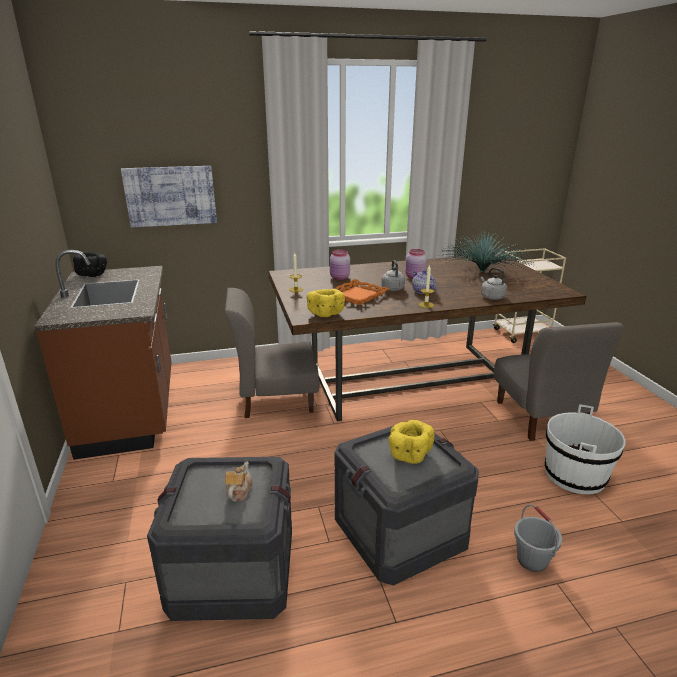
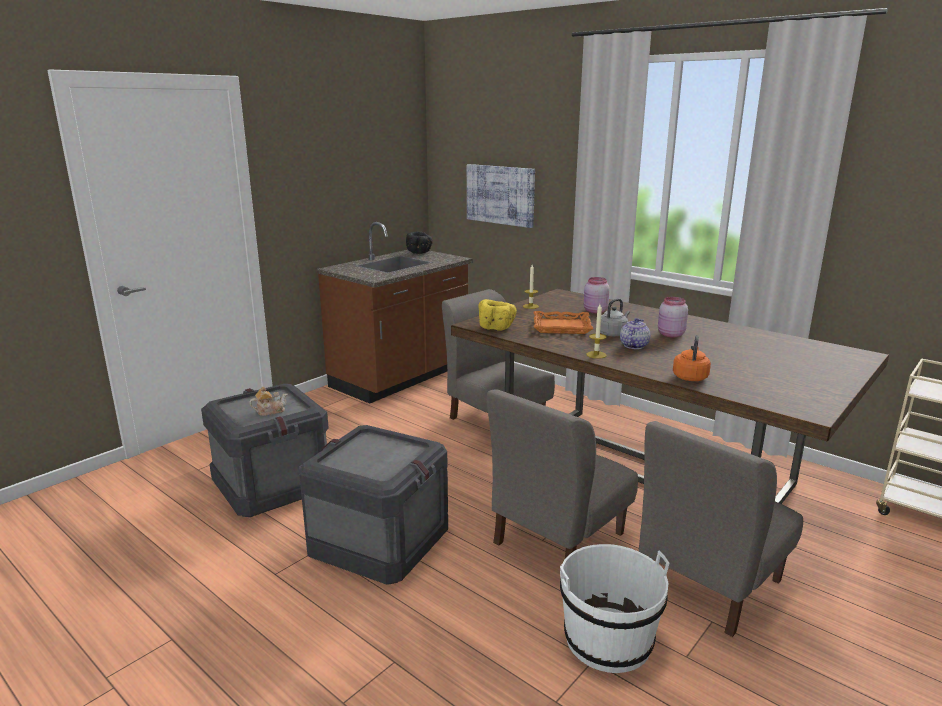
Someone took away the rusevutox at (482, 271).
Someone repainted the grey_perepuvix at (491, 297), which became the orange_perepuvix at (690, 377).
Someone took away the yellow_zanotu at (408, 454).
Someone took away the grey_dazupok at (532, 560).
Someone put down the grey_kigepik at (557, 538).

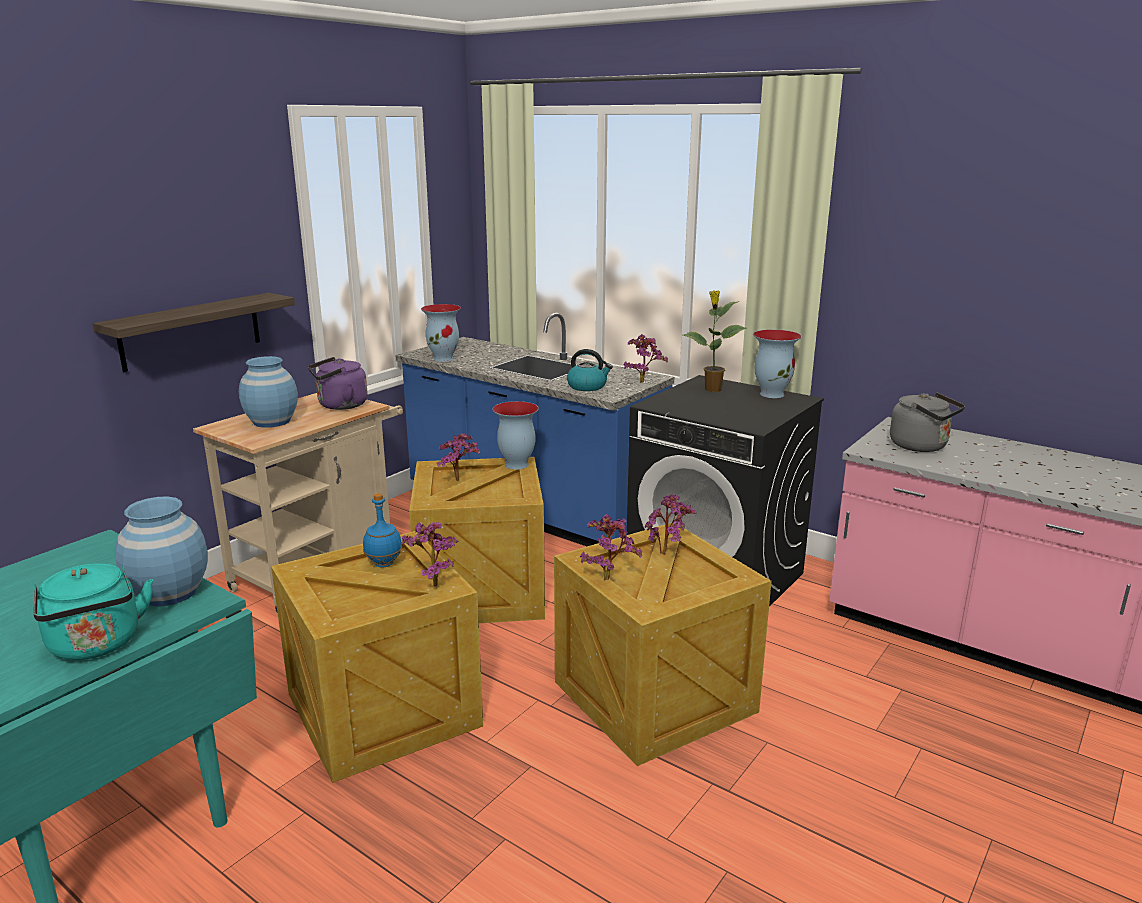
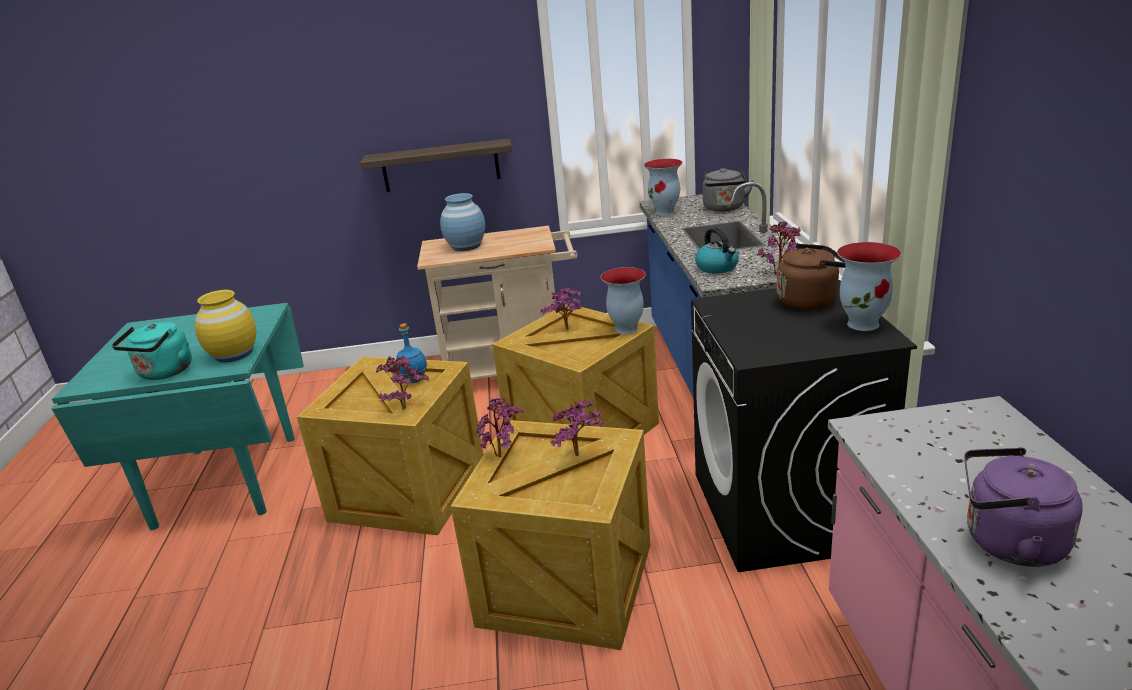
Someone swapped the rusevutox at (712, 389) for the brown_perepuvix at (810, 301).
Someone carried the purple_perepuvix from (339, 405) to (1008, 542).
Someone carried the grey_perepuvix from (922, 446) to (724, 208).
Someone repainted the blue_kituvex at (169, 592), which became the yellow_kituvex at (234, 354).

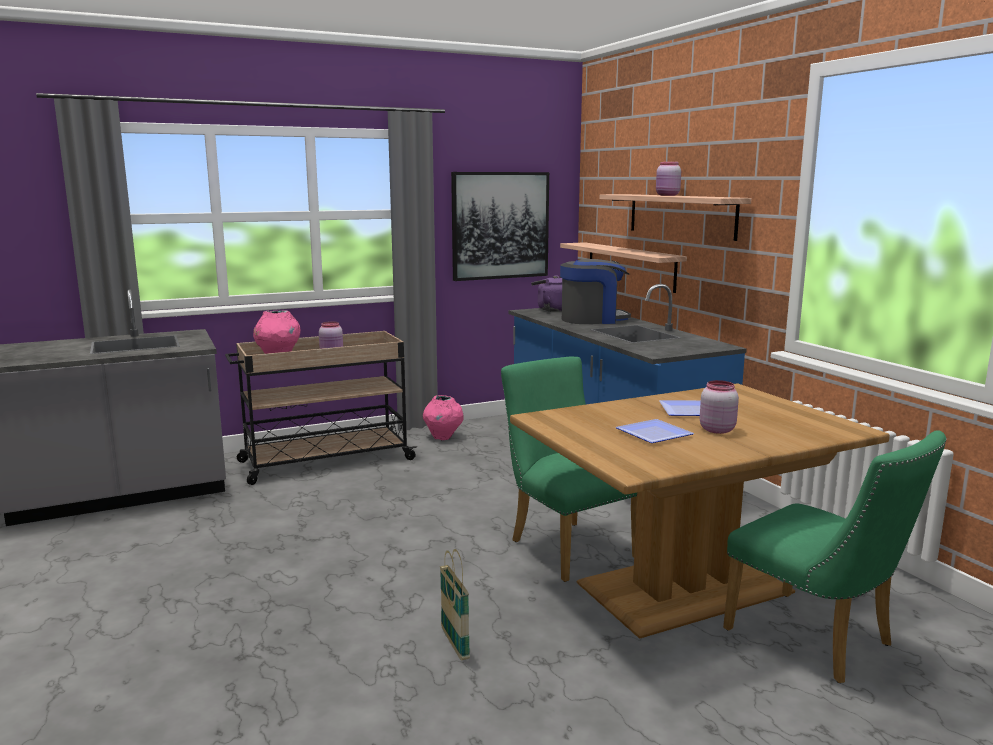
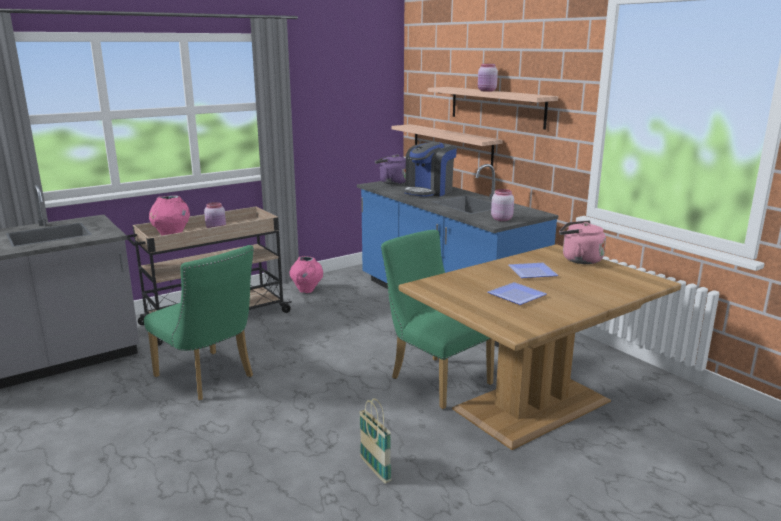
Someone took away the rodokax at (500, 225).
Someone rotated the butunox at (592, 319) by 150 degrees clockwise.
Someone carried the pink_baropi from (716, 429) to (501, 219).
Someone carried the green_kigepik from (818, 642) to (209, 379).
Someone put down the pink_perepuvix at (579, 259).

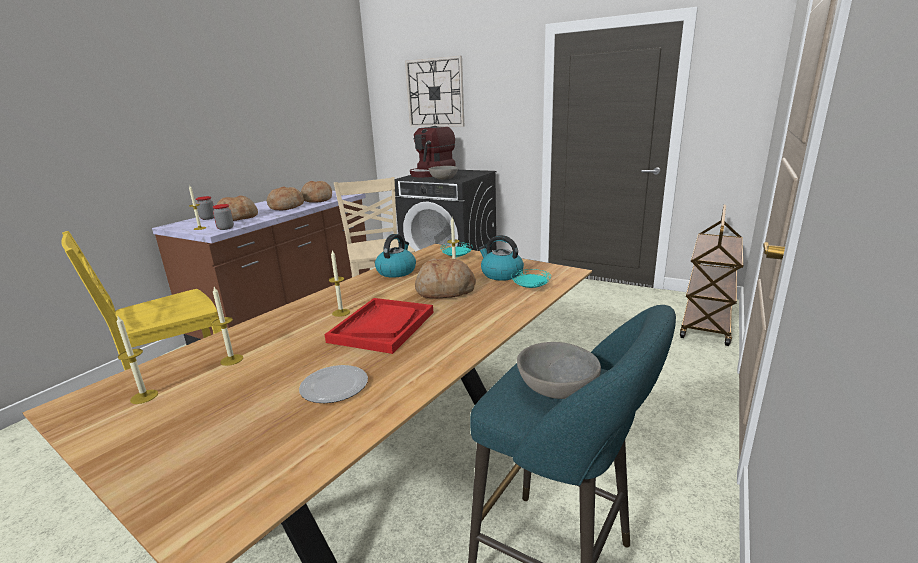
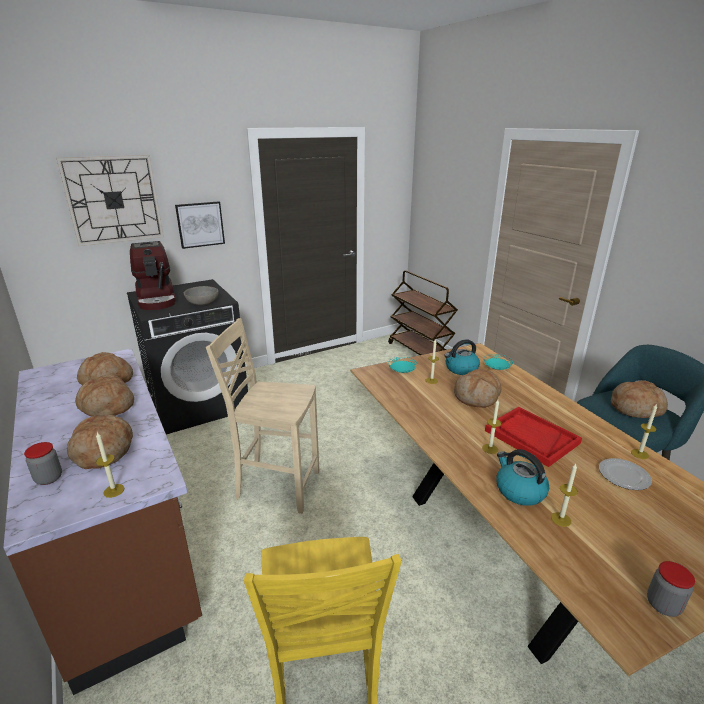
Someone carried the baropi from (225, 228) to (663, 605).
Someone carried the perepuvix from (396, 271) to (519, 491).
Someone carried the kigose from (144, 396) to (639, 454).
Someone swapped the grey_zanotu at (558, 388) for the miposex at (636, 408).
Someone put up the rodokax at (200, 224).

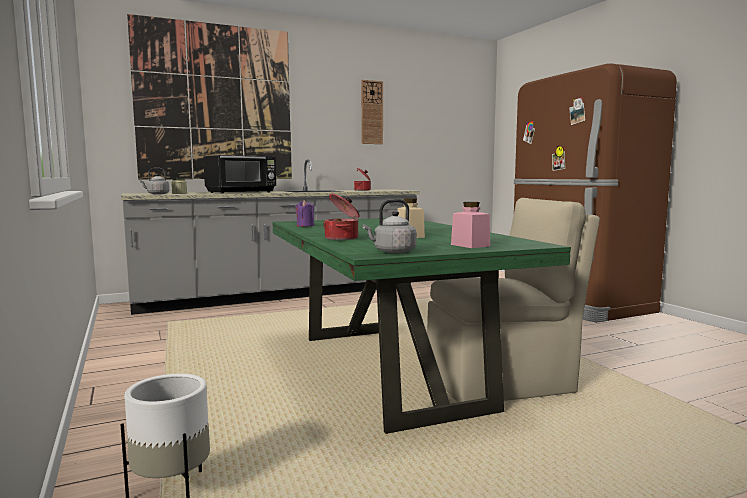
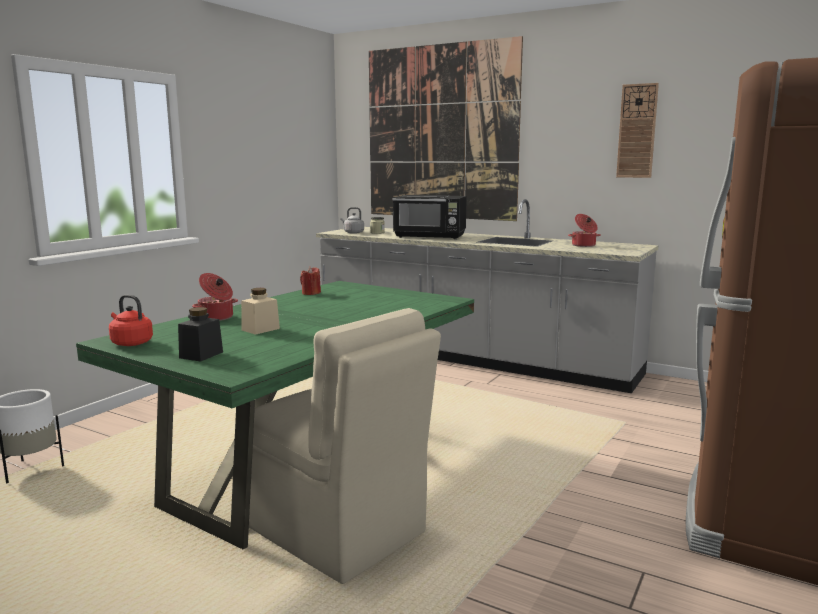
Someone repainted the grey_perepuvix at (392, 252), which became the red_perepuvix at (130, 343).
Someone repainted the purple_kigose at (305, 226), which became the red_kigose at (311, 293).
Someone repainted the pink_baropi at (470, 245), which became the black_baropi at (201, 355).

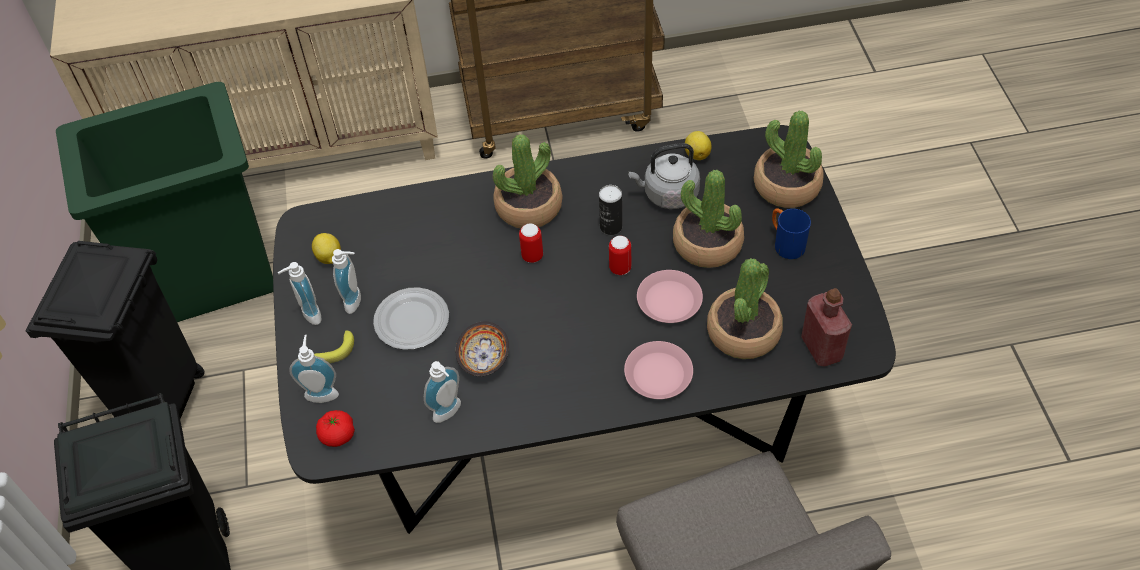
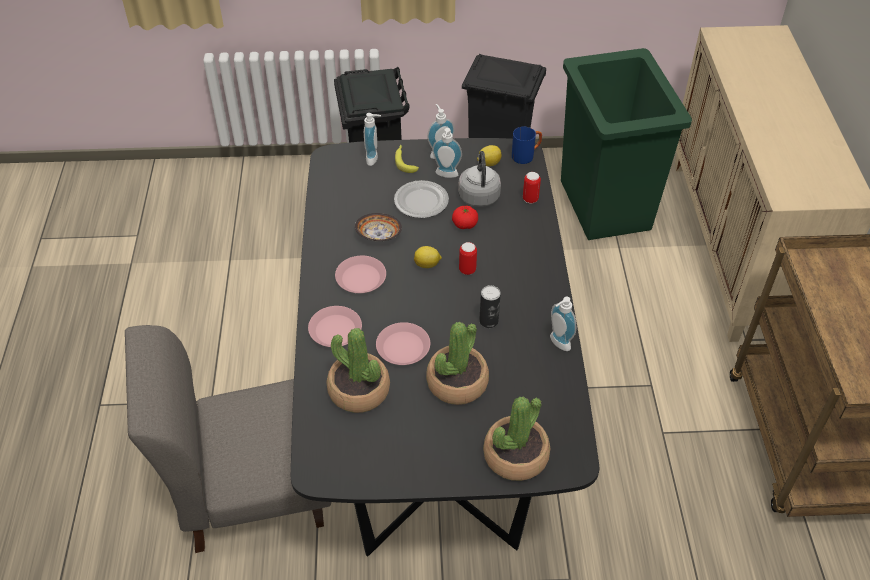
Someone carried the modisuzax from (697, 154) to (427, 265).
Someone took away the rusevutox at (528, 206).
Someone carried the grey_perepuvix from (668, 194) to (479, 195).
Someone carried the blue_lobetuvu from (785, 244) to (526, 156).
Someone carried the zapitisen from (620, 268) to (530, 199).
Someone took away the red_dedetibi at (821, 348).
Someone carried the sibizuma from (449, 413) to (557, 344).
Someone carried the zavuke from (338, 435) to (464, 224).
Someone put down the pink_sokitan at (361, 278).

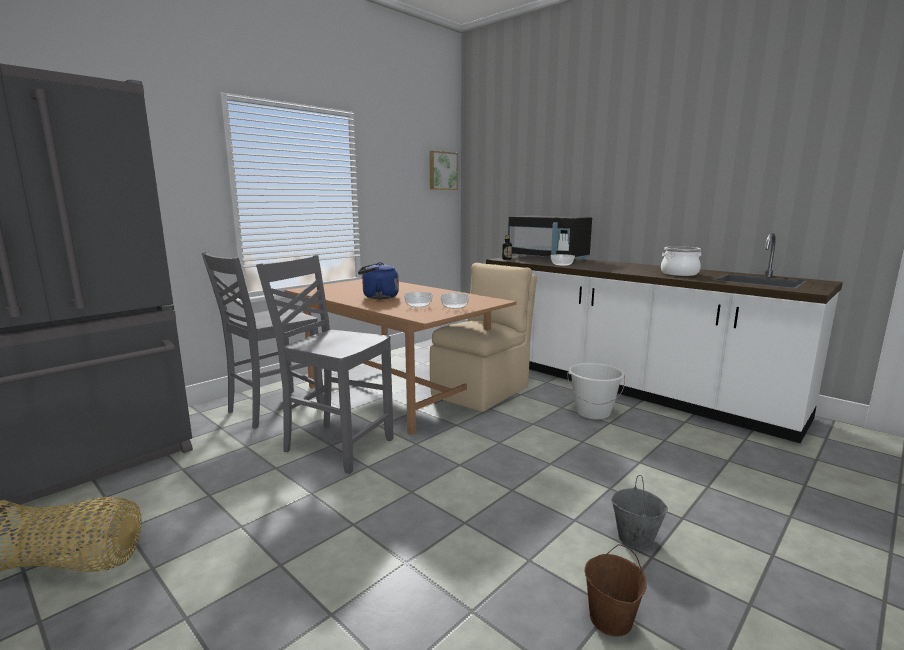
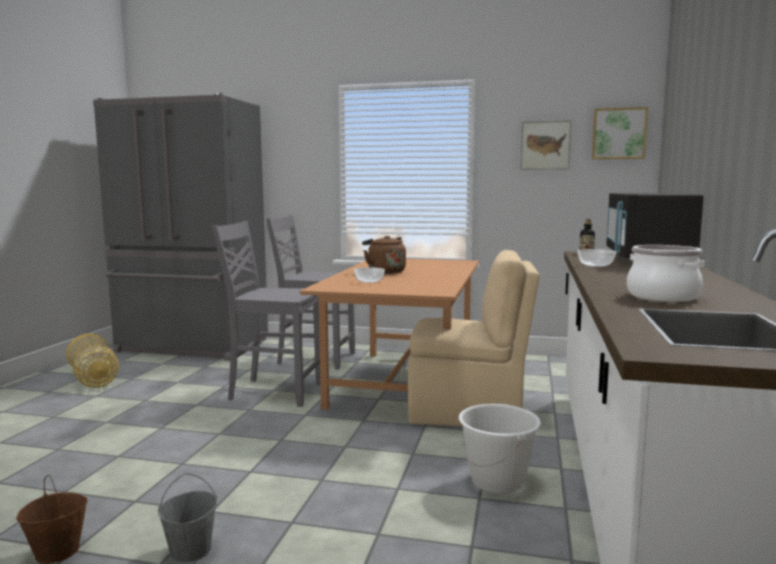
Someone rotated the grey_kigepik at (336, 445) by 75 degrees counterclockwise.
Someone repainted the blue_perepuvix at (378, 297), which became the brown_perepuvix at (385, 271).
Someone took away the zanotu at (454, 307).
Someone put up the rodokax at (545, 145).

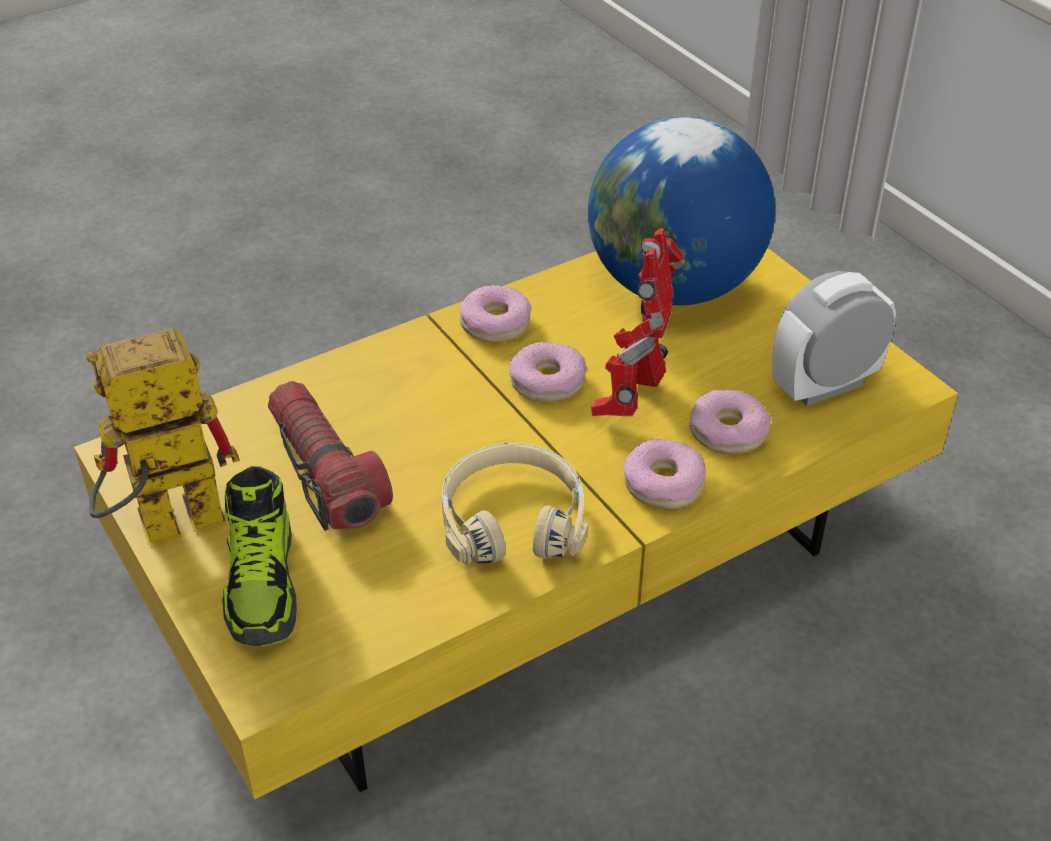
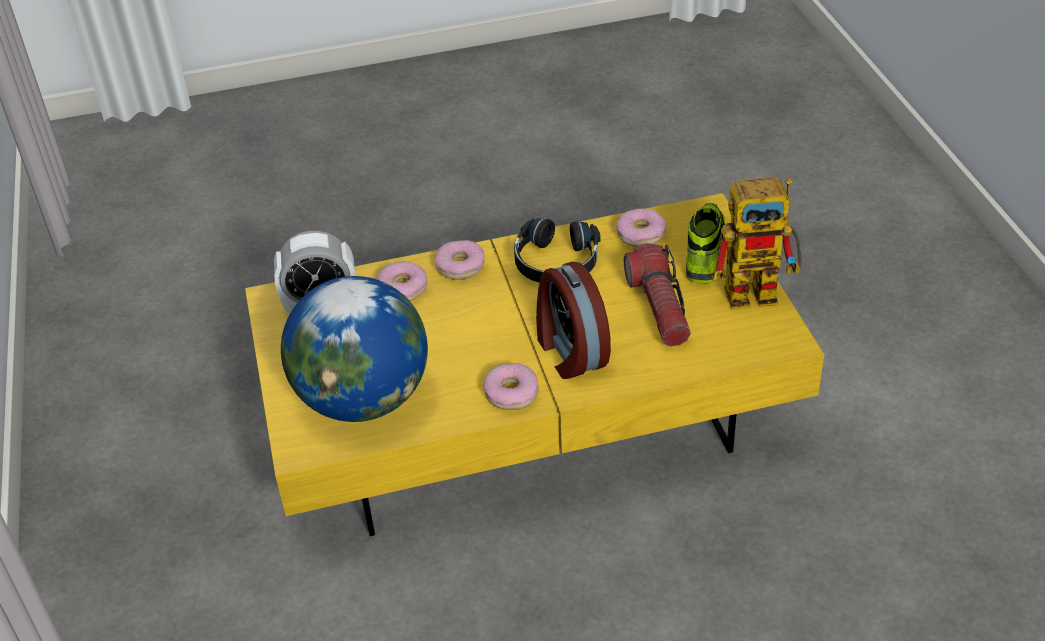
Someone took away the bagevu at (633, 400).
Someone carried the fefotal from (547, 381) to (641, 234).
Someone repainted the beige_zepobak at (512, 518), which became the black_zepobak at (556, 263).
Someone put down the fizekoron at (570, 352).

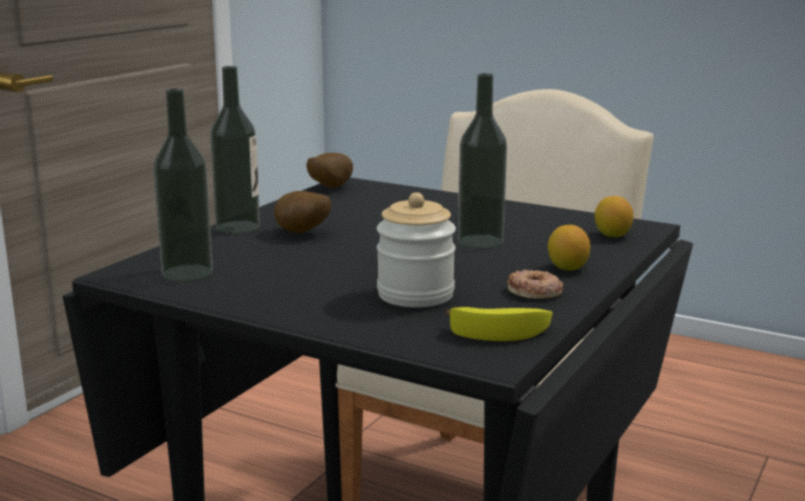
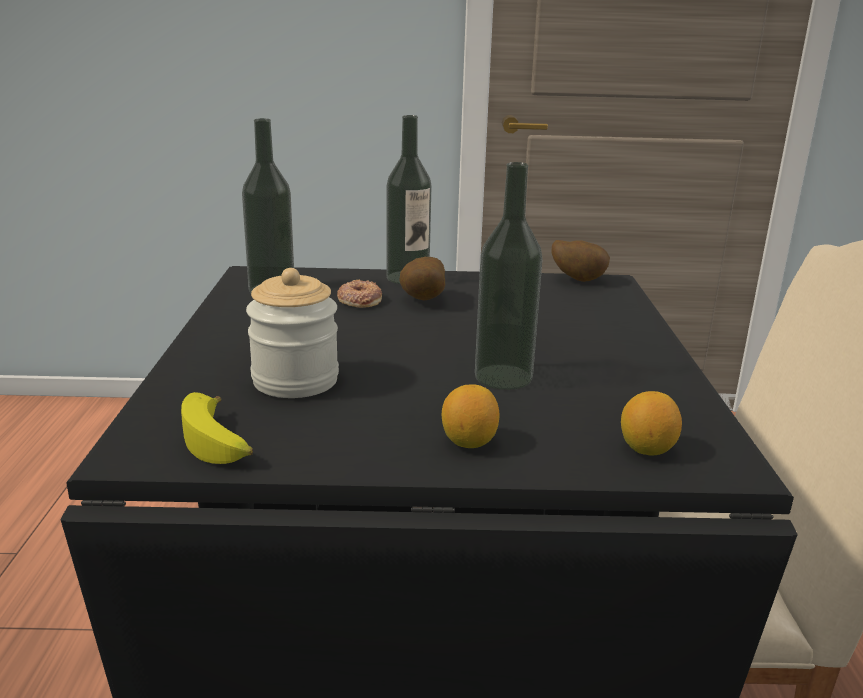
Someone carried the fefotal from (534, 291) to (359, 300).

